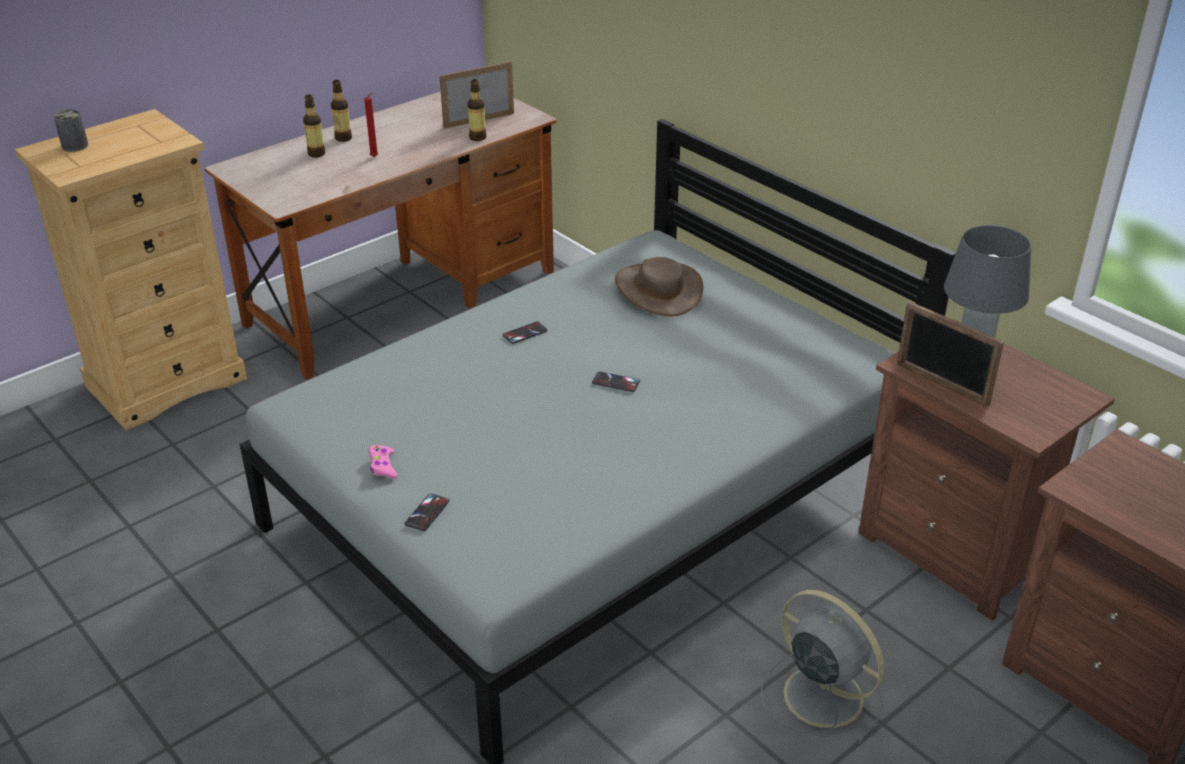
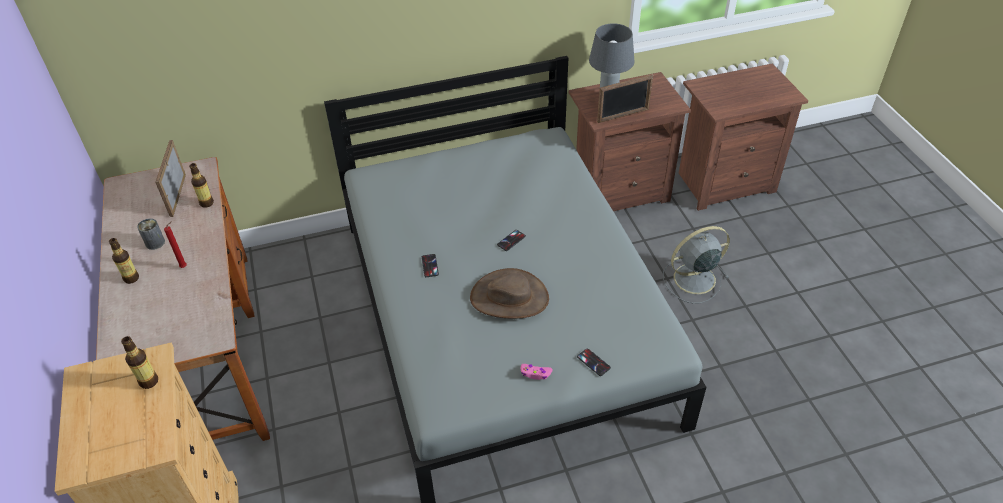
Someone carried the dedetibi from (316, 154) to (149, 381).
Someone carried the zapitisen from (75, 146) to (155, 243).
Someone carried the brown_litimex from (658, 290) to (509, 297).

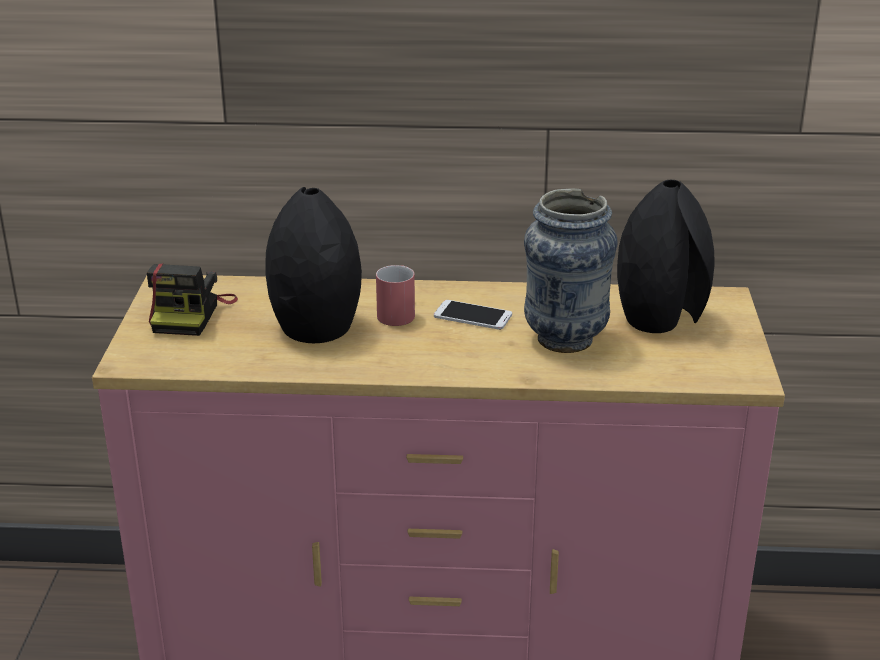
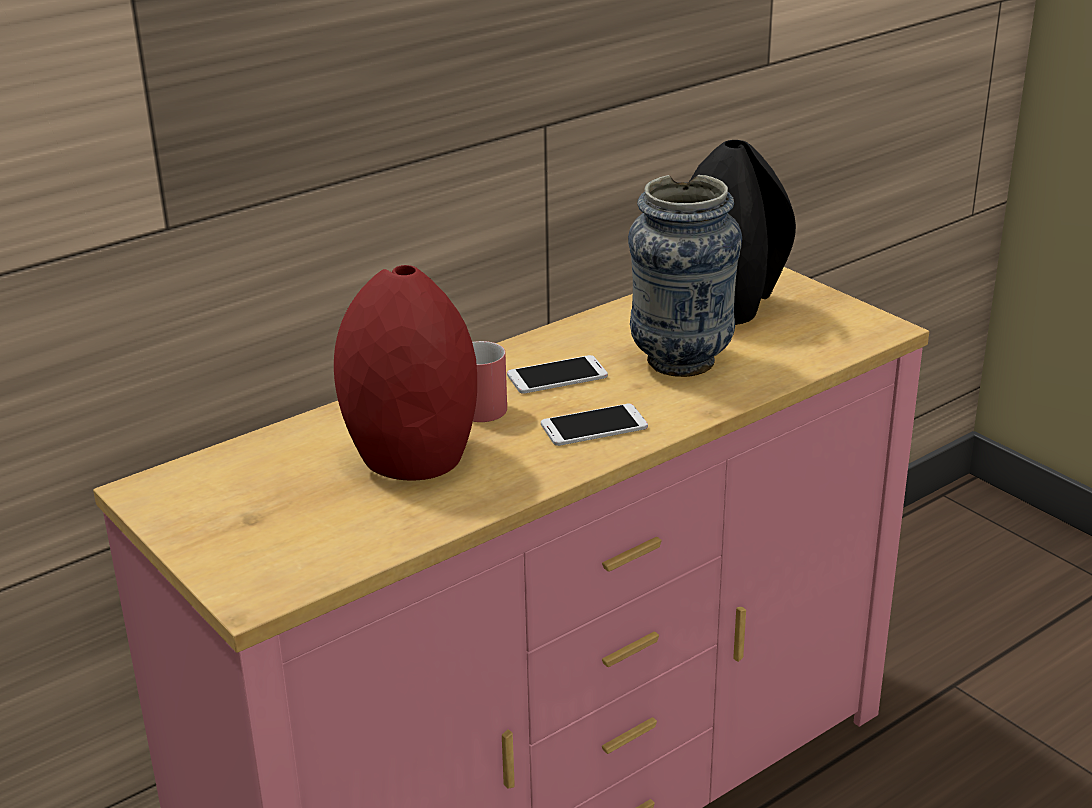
Someone repainted the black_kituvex at (314, 328), which became the red_kituvex at (414, 459).
Someone took away the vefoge at (191, 314).
Someone put down the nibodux at (594, 426).

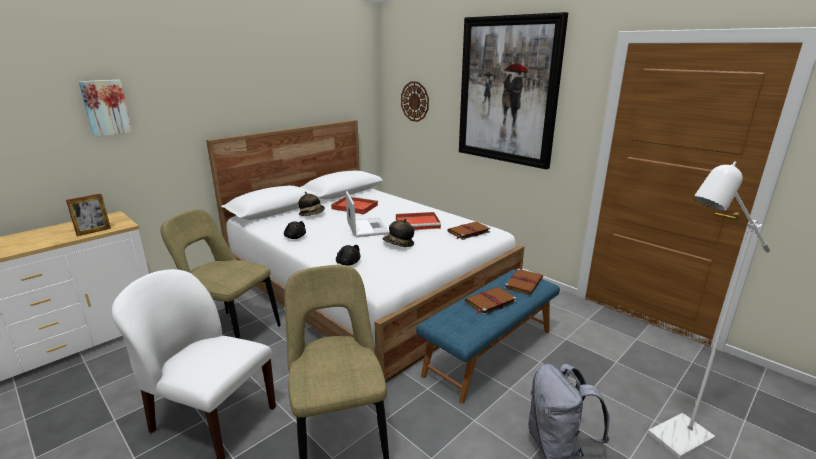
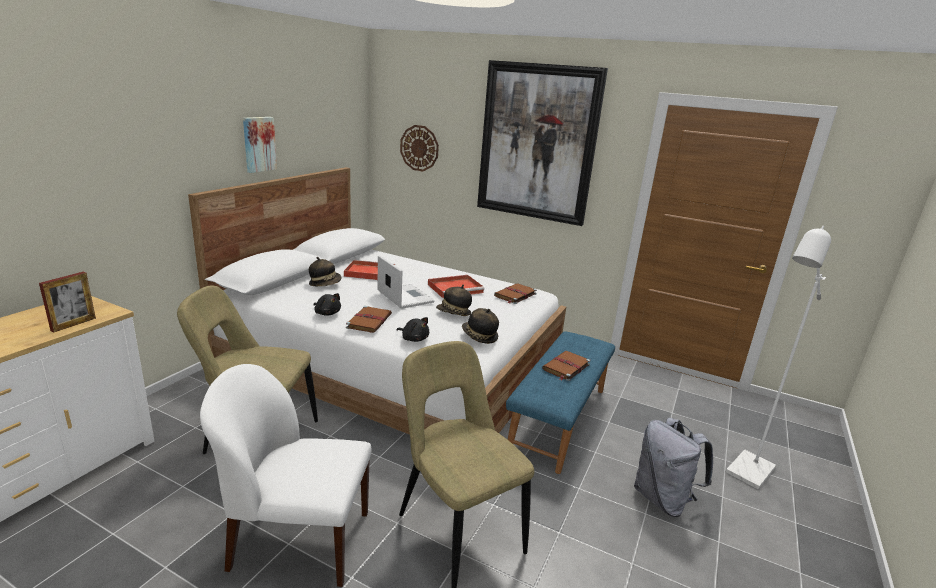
Someone carried the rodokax from (105, 107) to (258, 144).
Someone carried the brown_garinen from (524, 283) to (369, 321).
Someone put down the litimex at (479, 336).

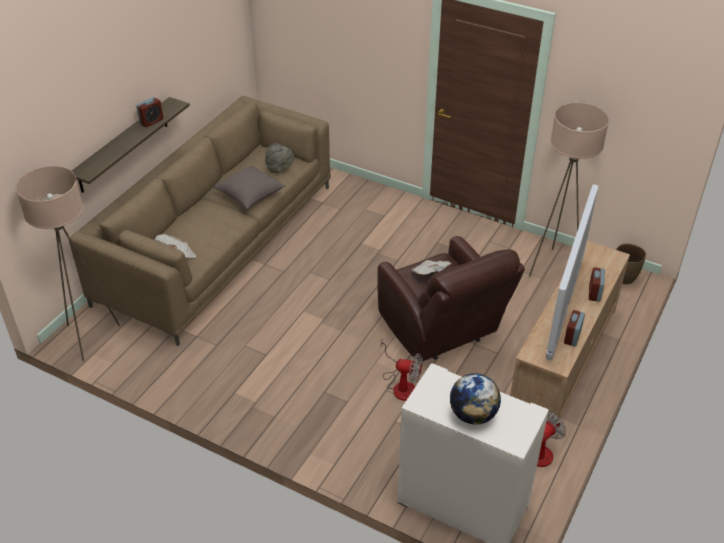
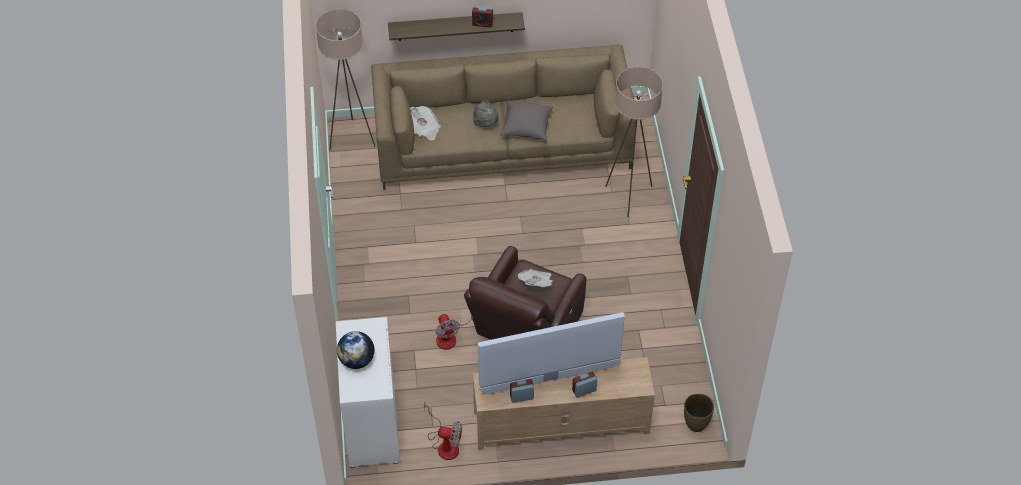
Someone carried the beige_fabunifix from (553, 268) to (629, 196).
Someone carried the grey_litimex from (279, 168) to (486, 123).

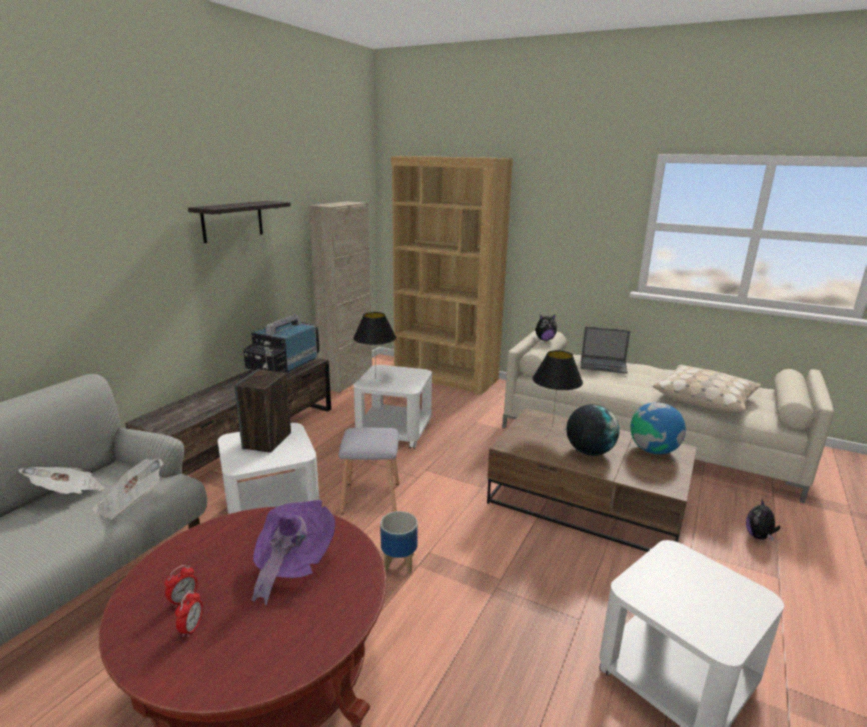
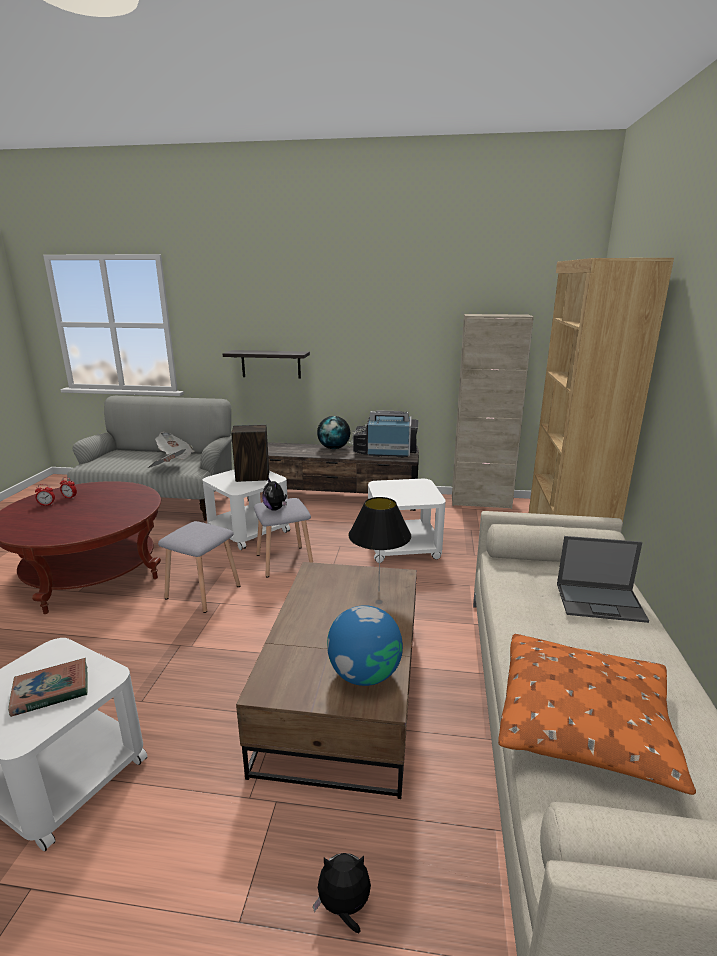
Someone carried the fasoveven from (232, 221) to (271, 364).
Someone took away the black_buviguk at (375, 379).
Someone carried the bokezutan from (544, 339) to (275, 509).
Someone rotated the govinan at (604, 365) by 75 degrees counterclockwise.
Someone repainted the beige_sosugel at (704, 398), which became the orange_sosugel at (584, 722).
Someone carried the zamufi from (589, 452) to (334, 448).
Someone took away the purple_litimex at (292, 565).
Someone swapped the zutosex at (399, 563) for the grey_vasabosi at (203, 593).
Someone put down the garinen at (51, 691).

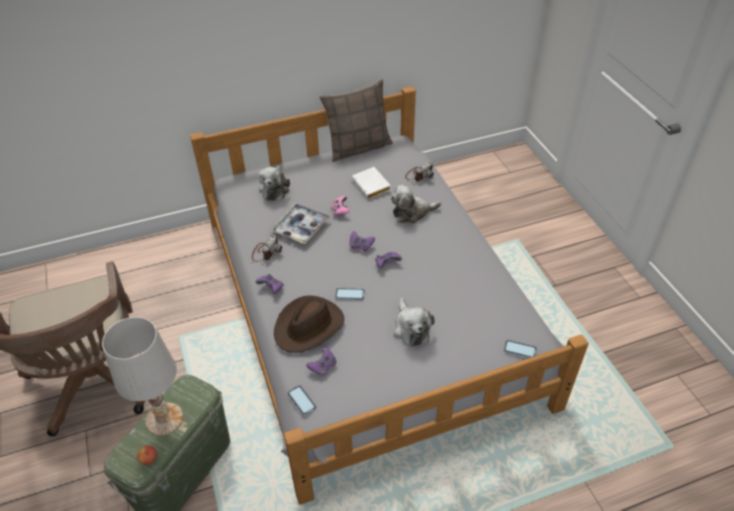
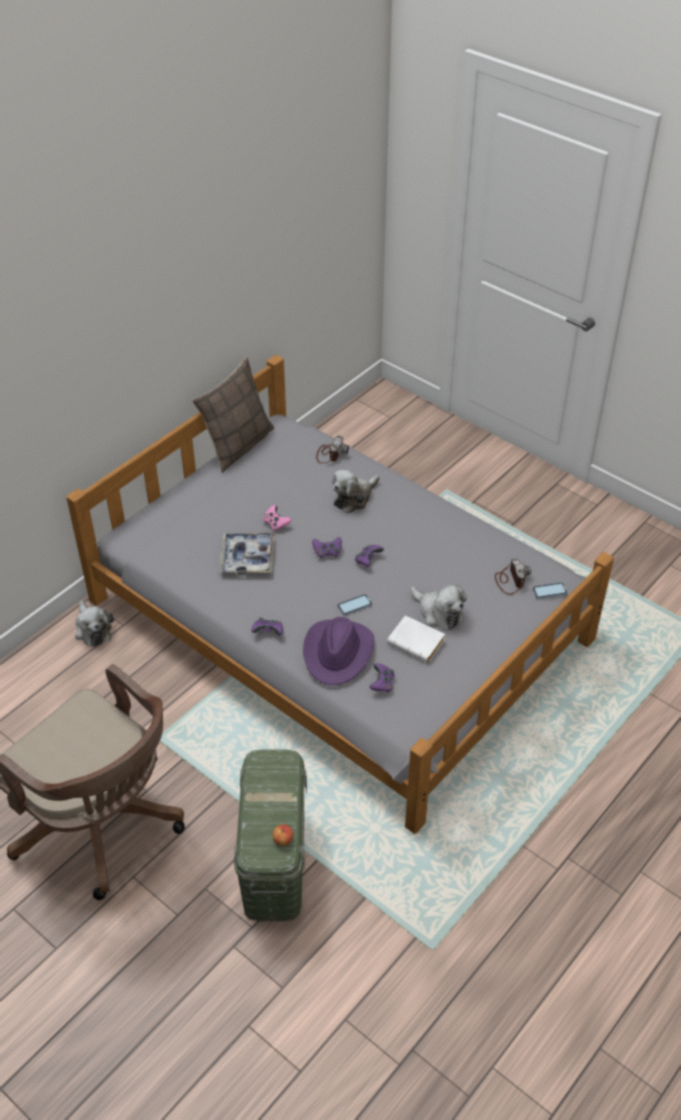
Someone carried the bokezutan from (275, 188) to (92, 629).
Someone carried the white_garinen from (372, 186) to (418, 642).
Someone carried the vefoge from (266, 251) to (510, 580).
Someone repainted the brown_litimex at (309, 326), which became the purple_litimex at (338, 653).
Someone took away the white_buviguk at (164, 419).
Someone took away the nibodux at (301, 401).

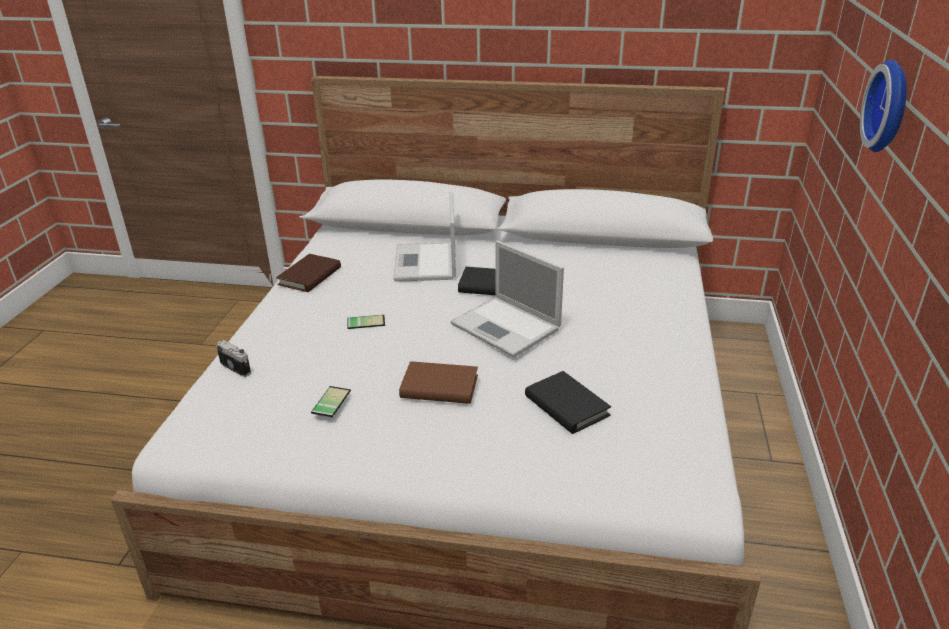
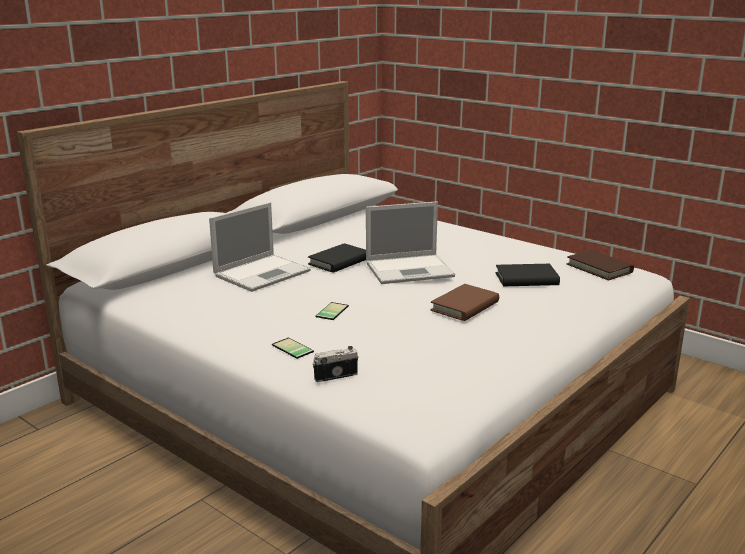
Someone took away the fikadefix at (891, 106).
Someone rotated the govinan at (426, 263) by 75 degrees counterclockwise.
Someone carried the brown_garinen from (310, 276) to (599, 268).
Someone carried the nibodux from (329, 401) to (290, 349).

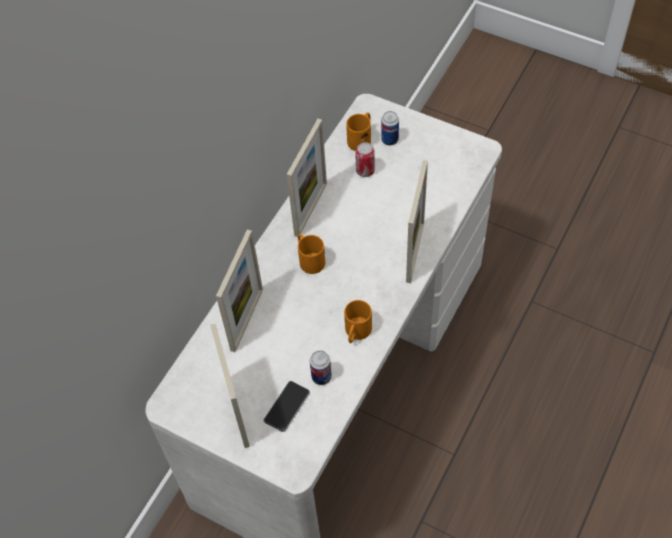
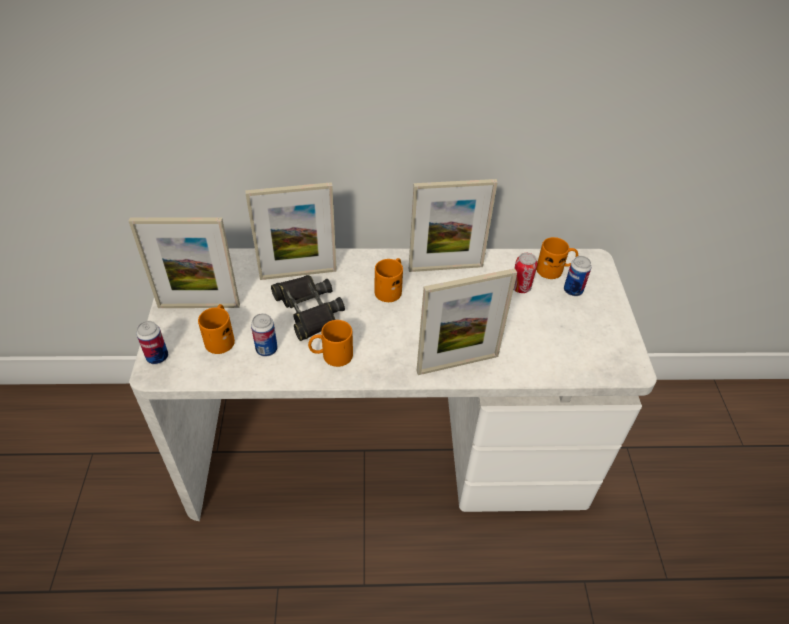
Someone rotated the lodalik at (237, 411) by 135 degrees counterclockwise.
Someone swapped the nibodux at (286, 406) for the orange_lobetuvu at (220, 337).
Someone put down the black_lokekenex at (308, 310).
Someone put down the zapitisen at (157, 357).

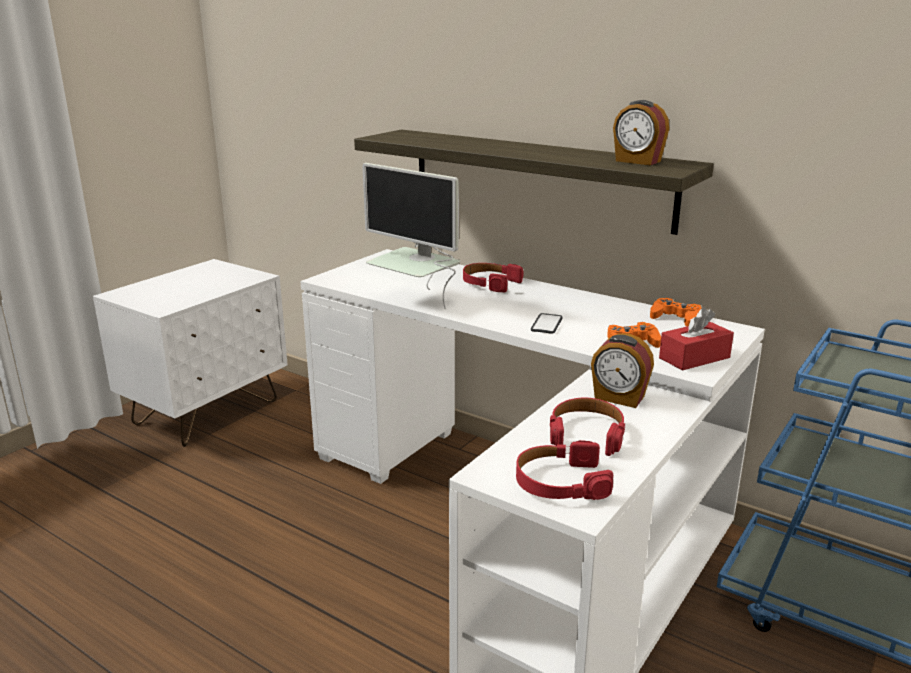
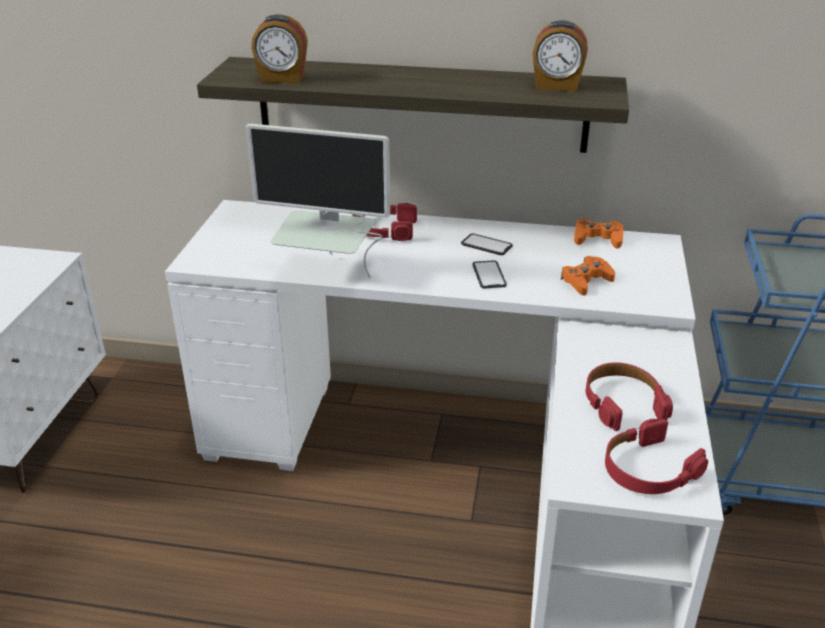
Someone took away the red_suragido at (694, 358).
Someone carried the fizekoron from (619, 398) to (282, 79).
Someone put down the nibodux at (486, 245).

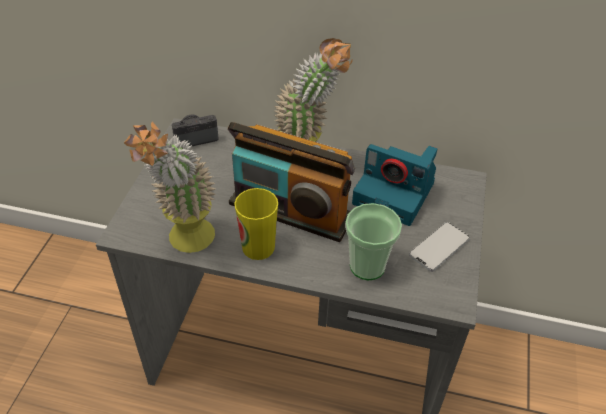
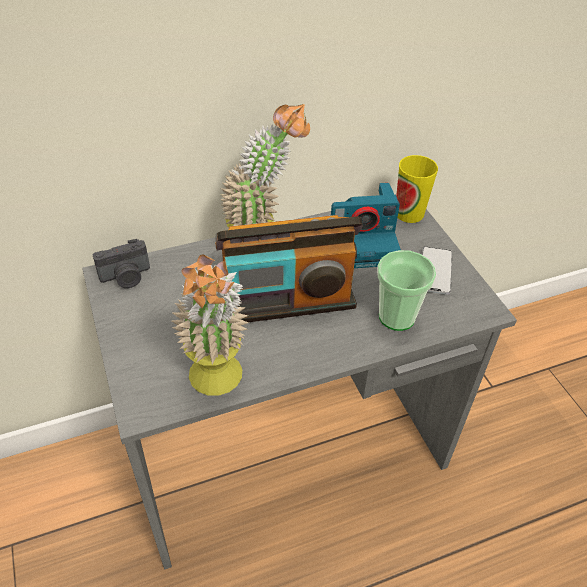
Someone rotated the vefoge at (195, 138) by 150 degrees counterclockwise.
Someone carried the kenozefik from (258, 247) to (409, 213).

